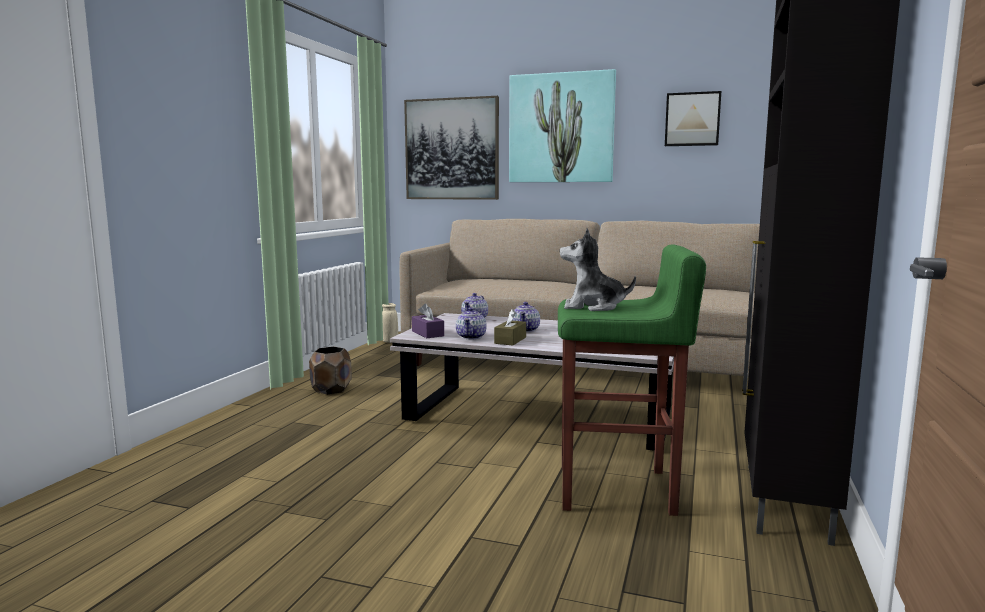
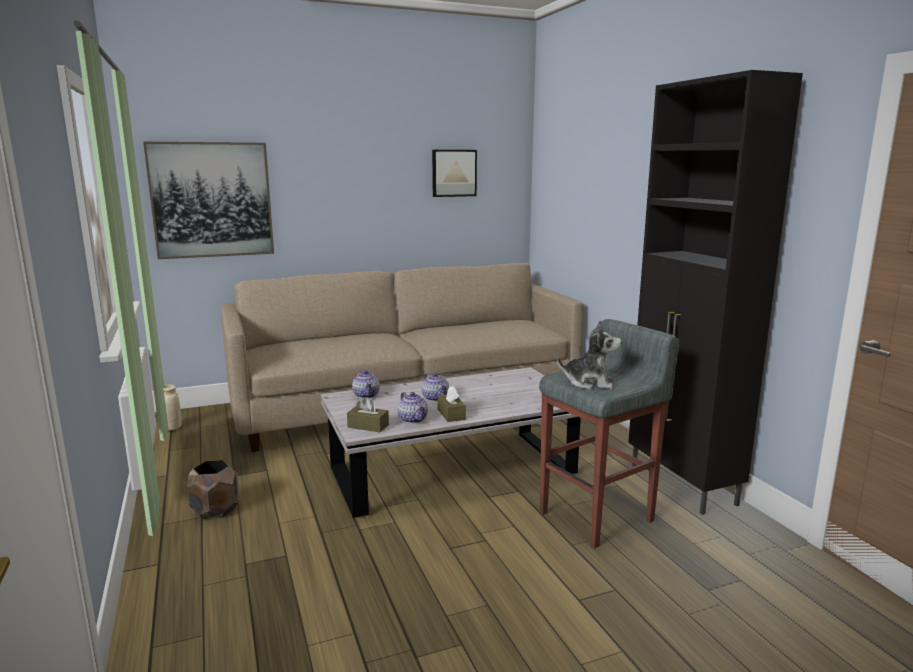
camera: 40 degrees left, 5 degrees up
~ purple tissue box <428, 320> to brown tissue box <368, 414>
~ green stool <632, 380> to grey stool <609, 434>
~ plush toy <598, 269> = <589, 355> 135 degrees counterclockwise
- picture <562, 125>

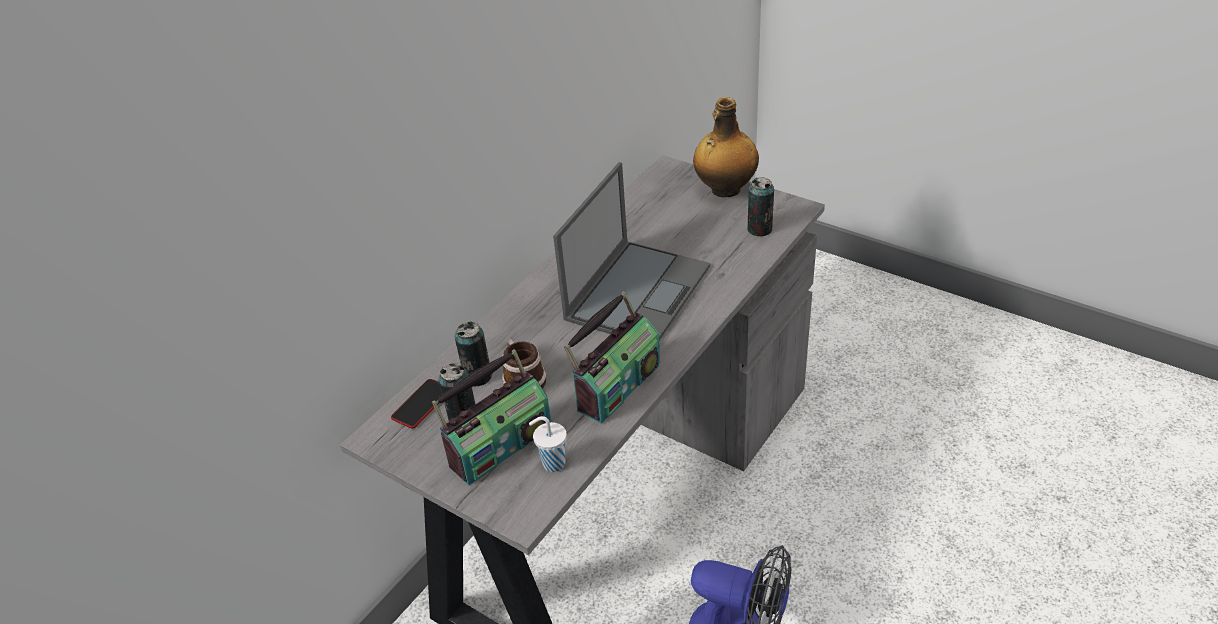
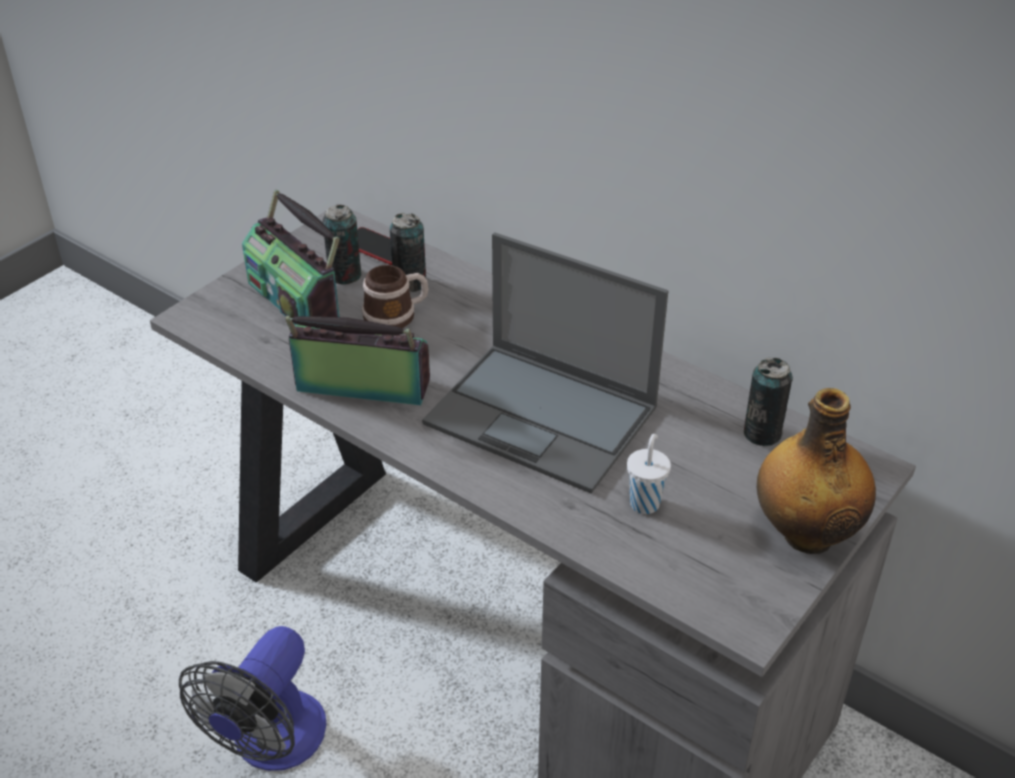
camera: 90 degrees right, 0 degrees up
~ radio <612, 357> = <358, 360> 150 degrees clockwise
~ white cup <548, 444> to <649, 474>
~ can <760, 206> to <768, 402>

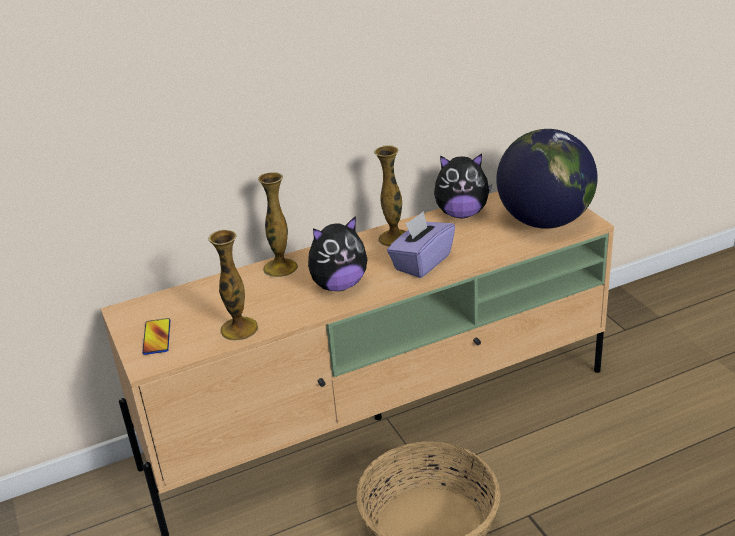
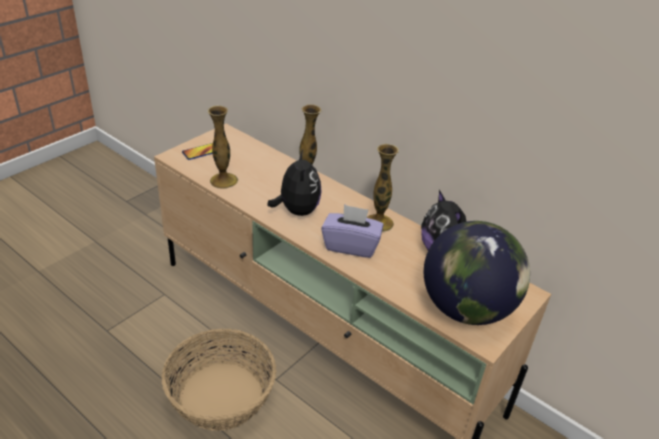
camera: 60 degrees right, 5 degrees up
~ plush toy <338, 253> = <294, 183> 135 degrees counterclockwise

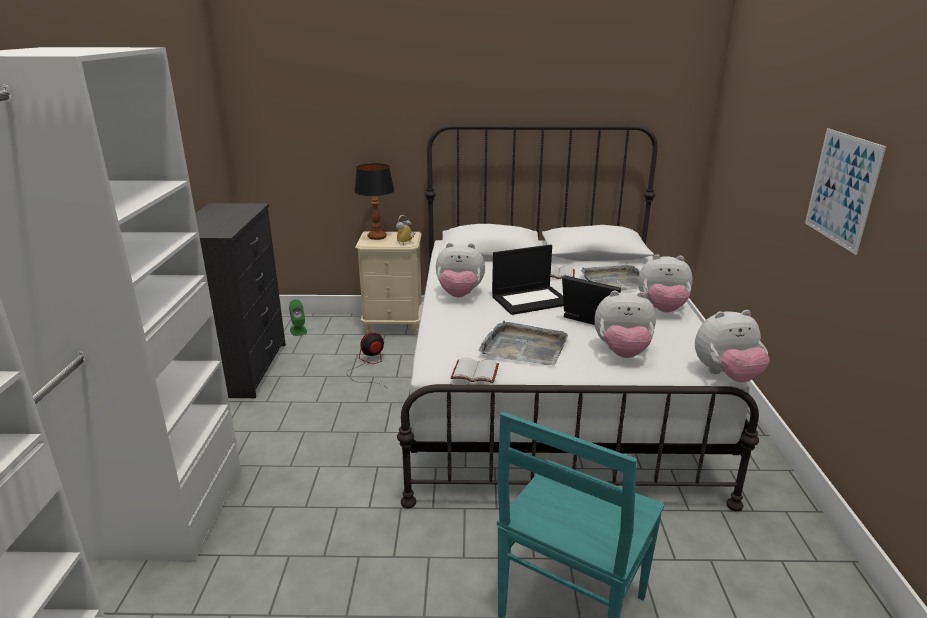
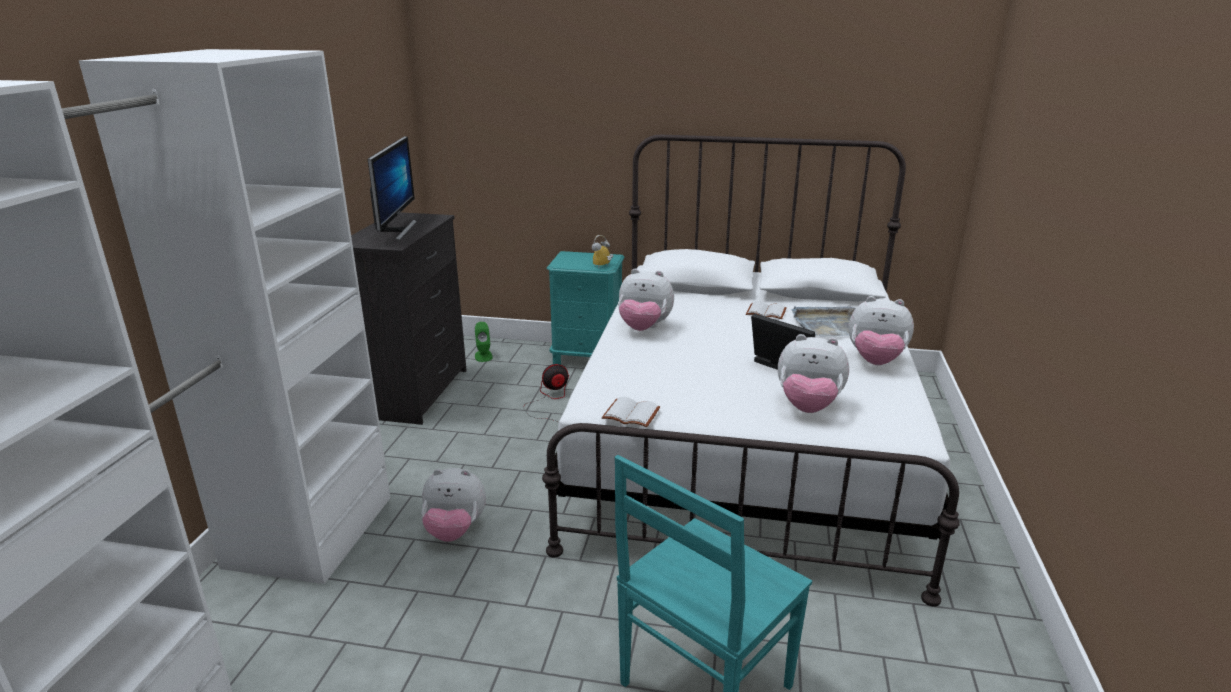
camera: 10 degrees right, 0 degrees up
+ monitor <392, 188>
~ plush toy <732, 346> to <453, 505>
~ beige nightstand <389, 283> to turquoise nightstand <586, 308>
- table lamp <374, 201>
- grey tray <523, 343>
- laptop <528, 280>
- picture <845, 191>

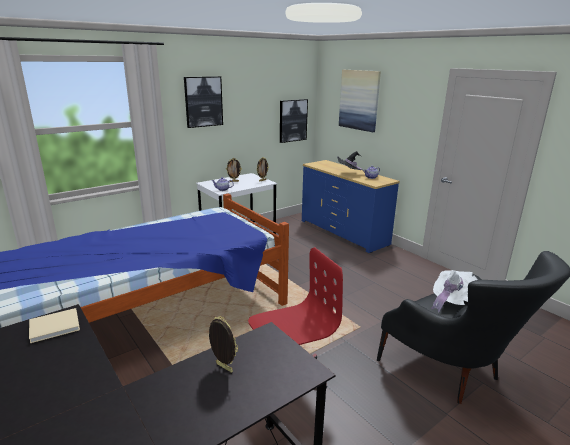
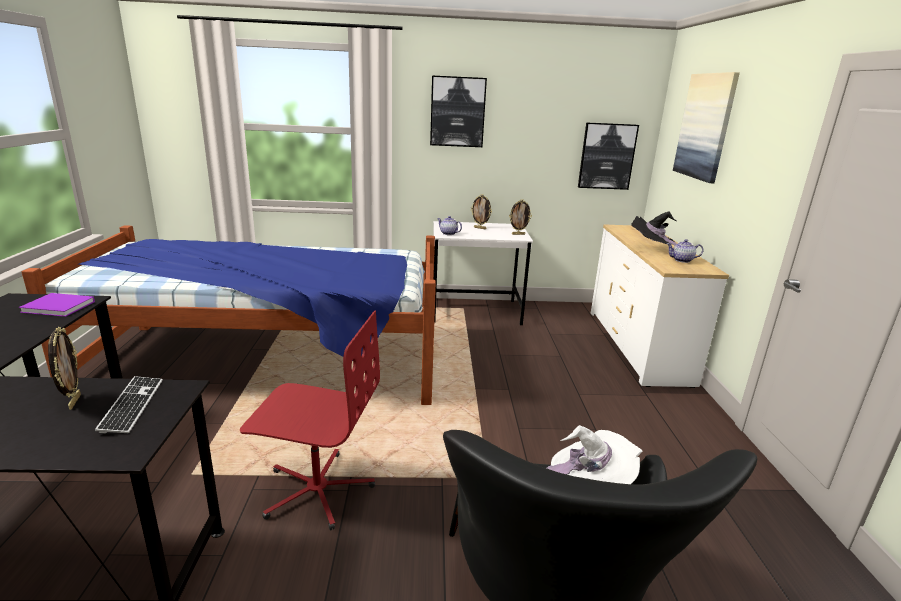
camera: 35 degrees right, 0 degrees up
~ beige book <54, 325> to purple book <57, 305>
+ keyboard <129, 405>
~ blue dresser <351, 206> to white dresser <660, 306>

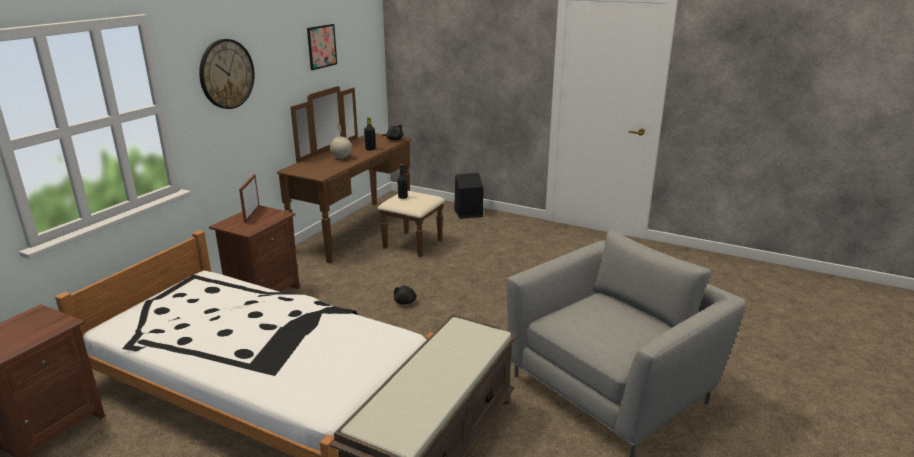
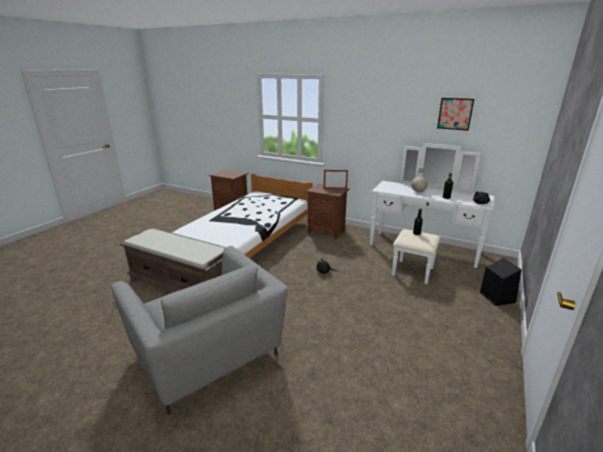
camera: 90 degrees right, 0 degrees up
~ brown dresser <361, 174> to white dresser <432, 213>
- wall clock <227, 74>

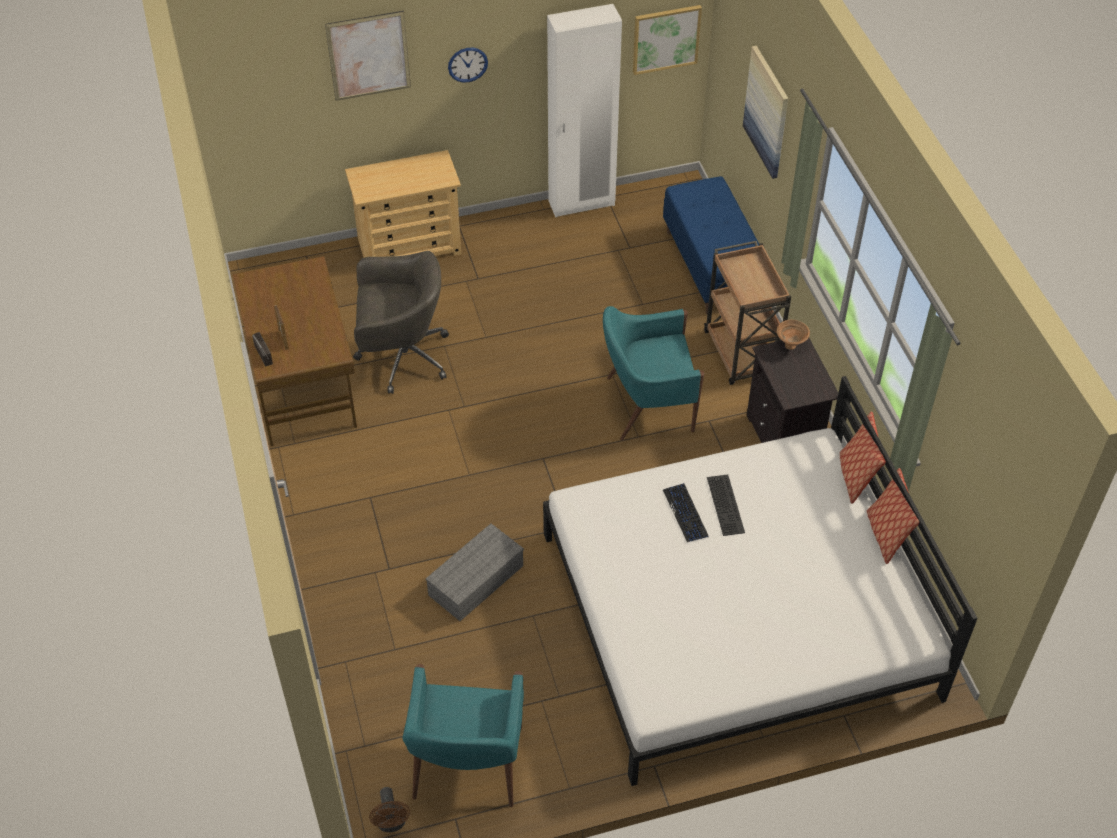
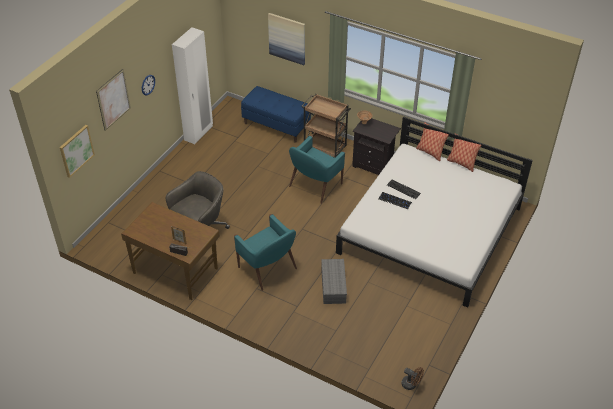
camera: 45 degrees left, 5 degrees down
~ picture <667, 40> to <77, 151>
~ turquoise armchair <463, 735> to <265, 252>
- beige dresser <403, 204>

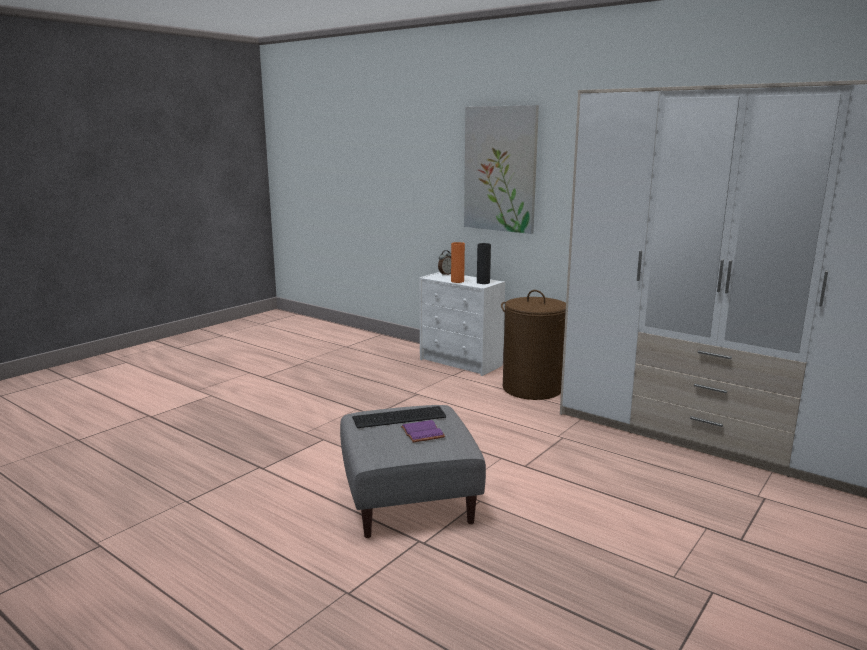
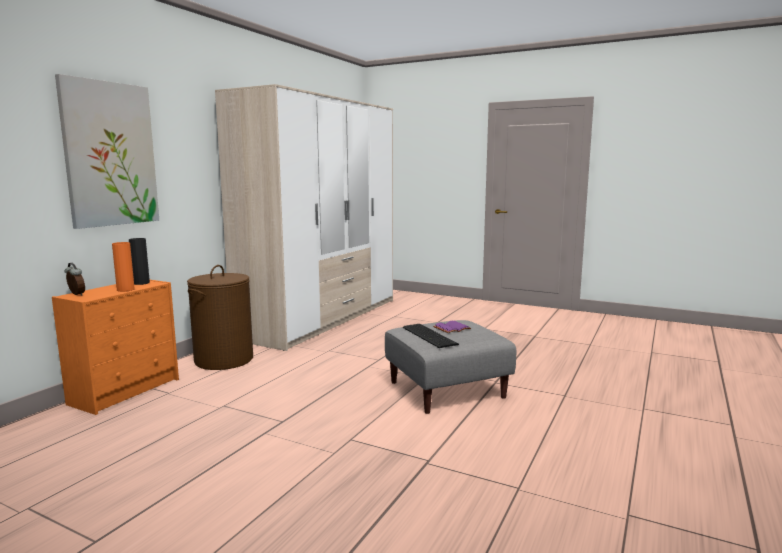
camera: 100 degrees left, 5 degrees down
~ white dresser <462, 324> to orange dresser <115, 347>

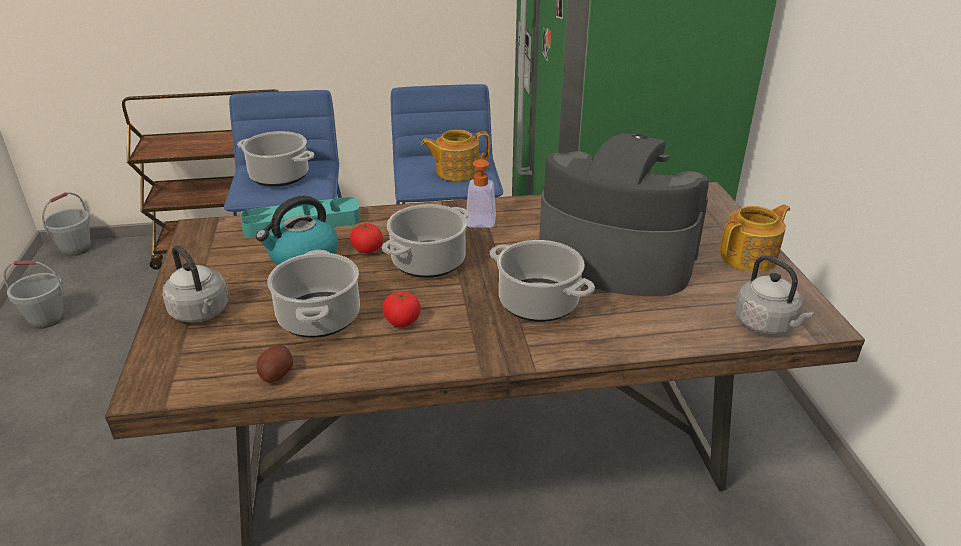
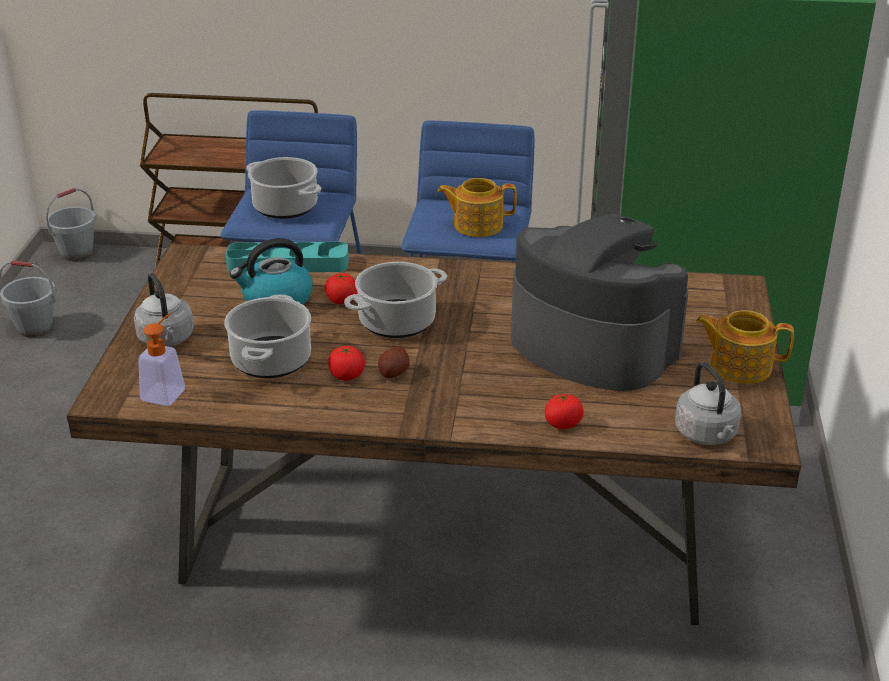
camera: 15 degrees right, 0 degrees up
~ soap dispenser <481, 190> to <161, 359>
~ potato <275, 364> to <394, 362>
+ tomato <564, 410>
~ teapot <755, 238> = <745, 347> 150 degrees counterclockwise
- cooking pot <542, 281>

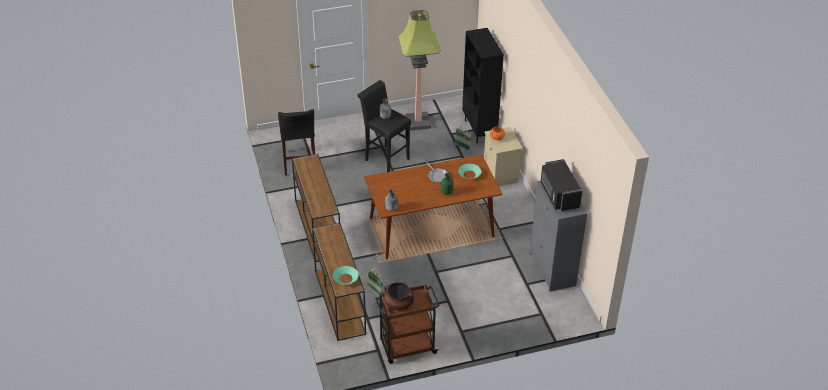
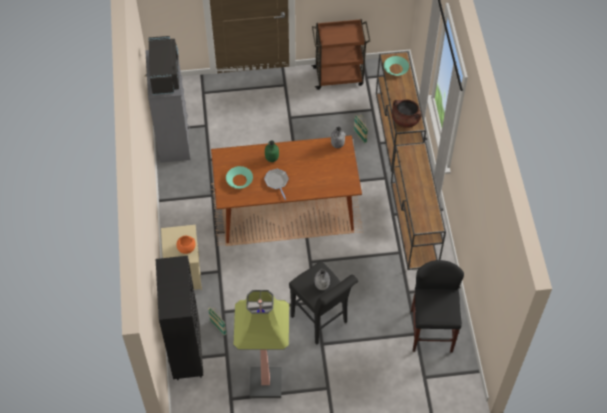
camera: 170 degrees left, 15 degrees up
~ brown cooking pot <399, 296> to <406, 113>

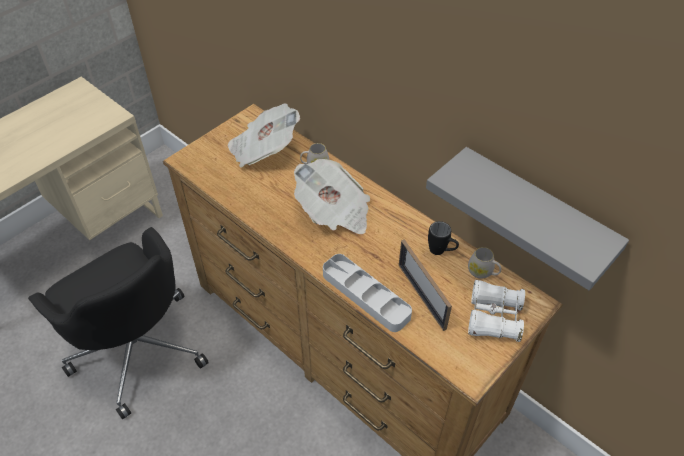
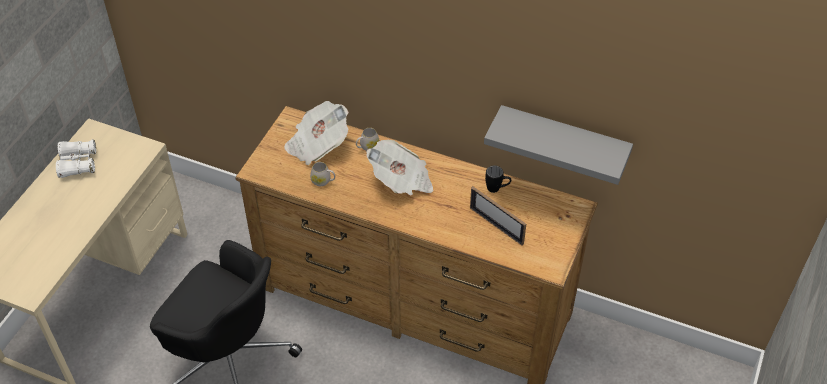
camera: 20 degrees left, 0 degrees up
~ white binoculars <496, 311> to <76, 158>
~ white mug <485, 263> to <322, 174>
- grey tray <367, 293>

